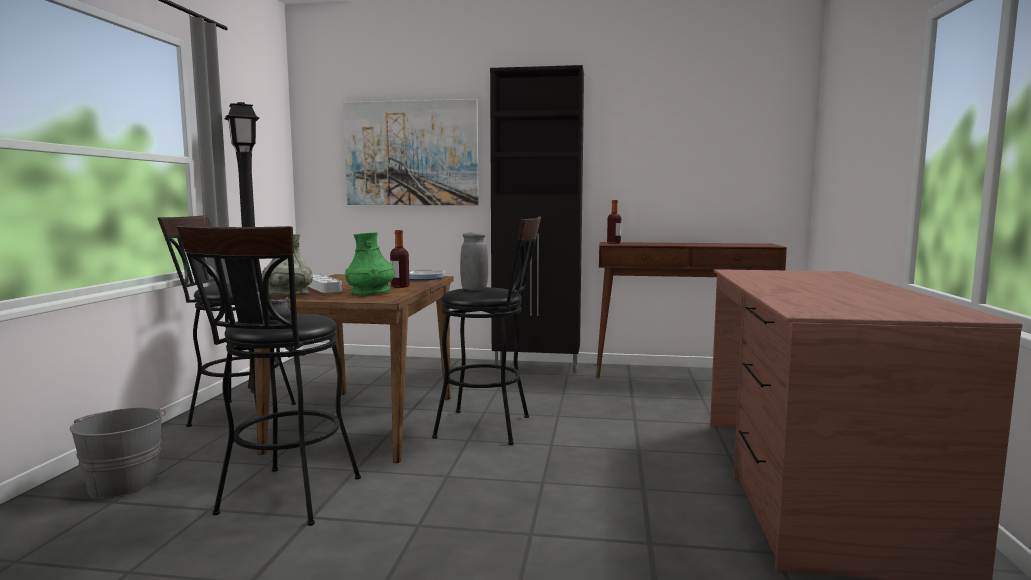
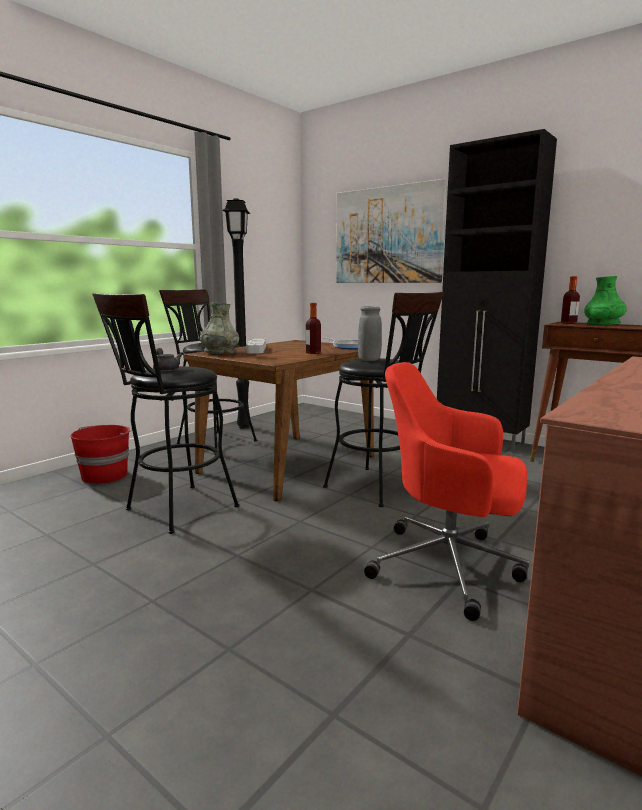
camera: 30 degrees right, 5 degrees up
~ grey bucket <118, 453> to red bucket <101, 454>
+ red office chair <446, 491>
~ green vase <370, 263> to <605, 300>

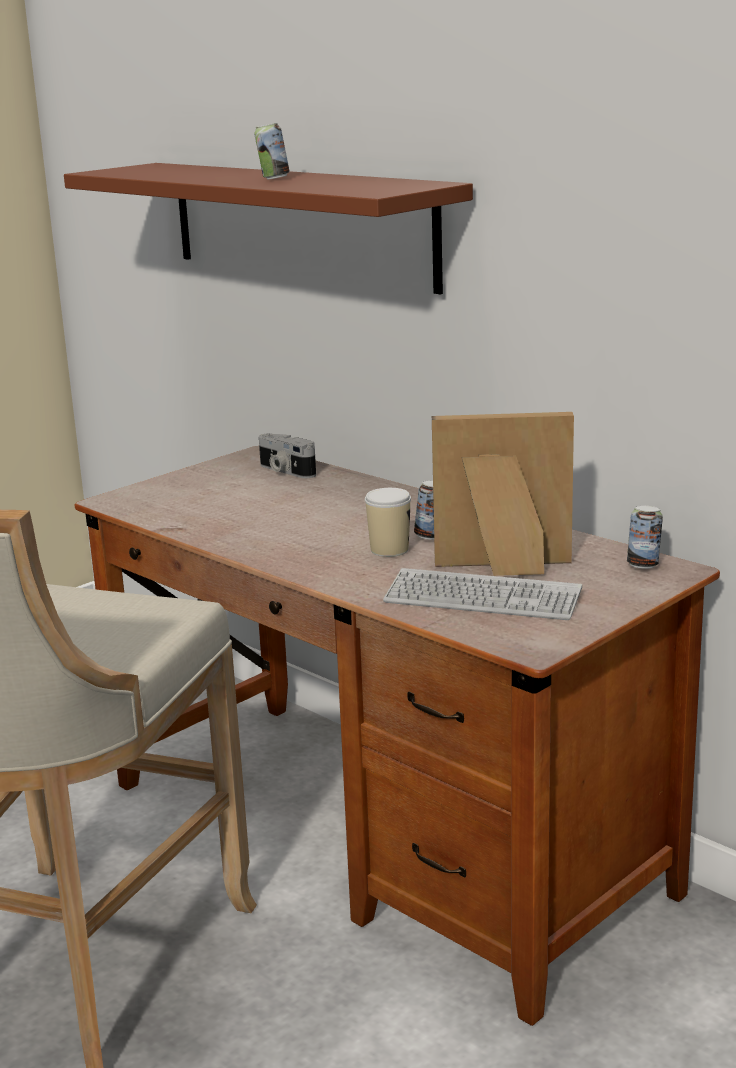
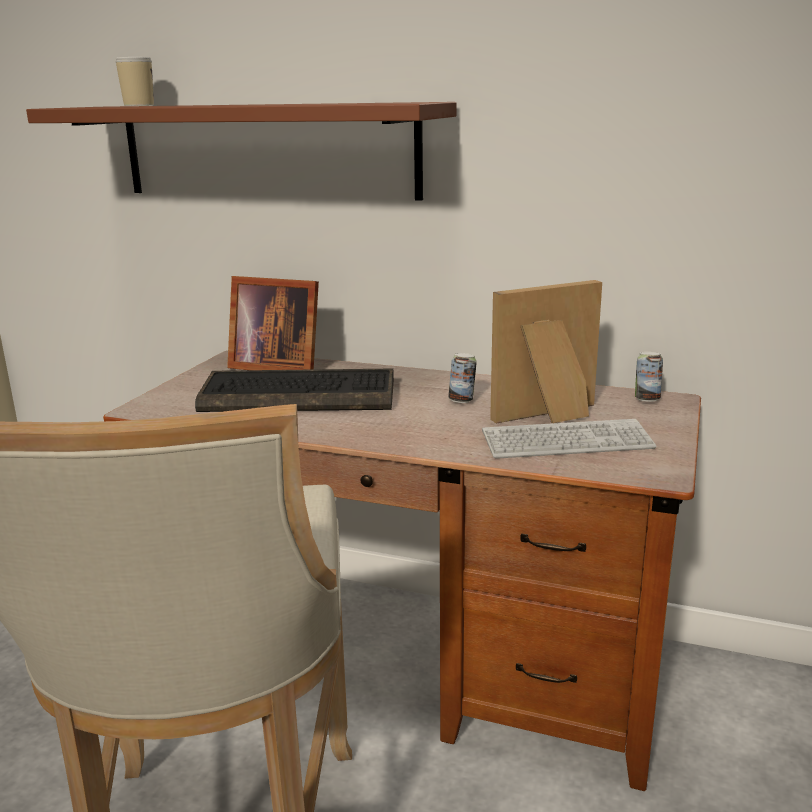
camera: 25 degrees left, 0 degrees up
~ cup <388, 522> to <134, 81>
+ keyboard <294, 390>
~ photo camera <287, 455> to picture frame <273, 323>
- can <272, 151>

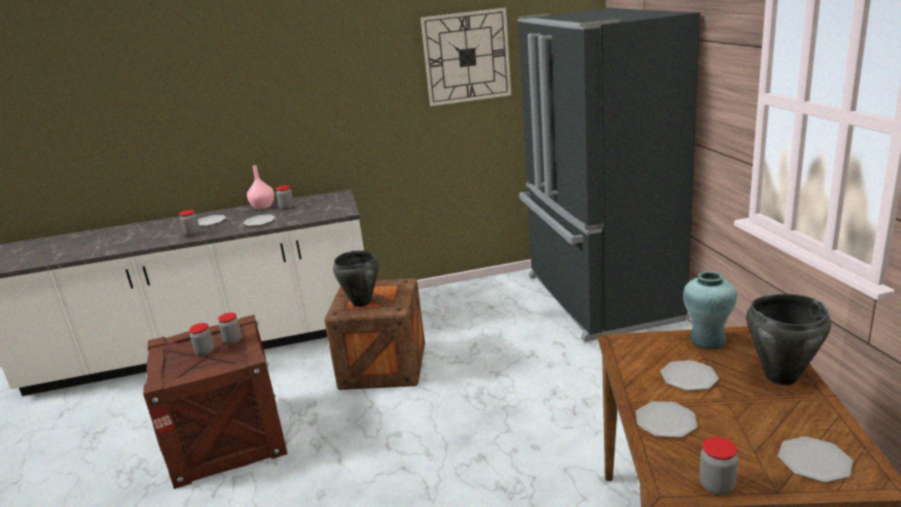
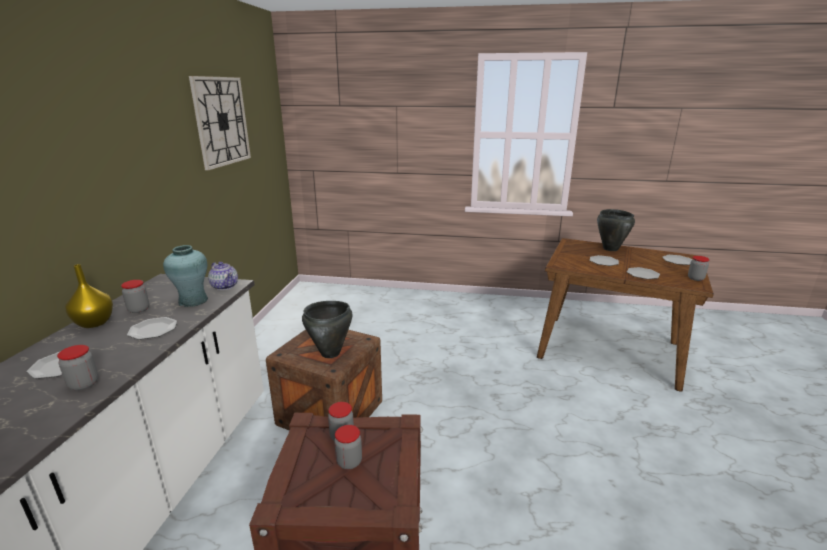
camera: 70 degrees left, 0 degrees up
~ pink vase <260, 187> to yellow vase <89, 296>
~ turquoise vase <710, 310> to <185, 276>
+ teapot <223, 276>
- black fridge <608, 175>

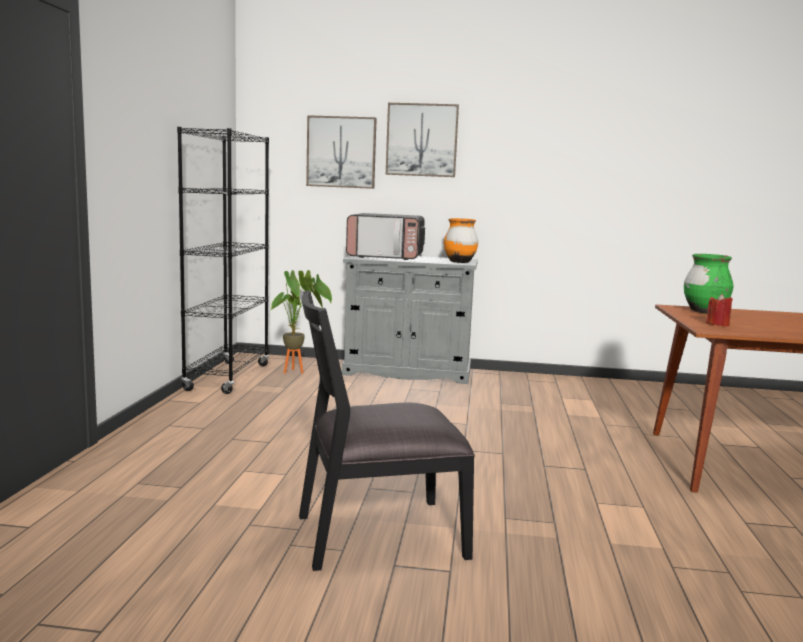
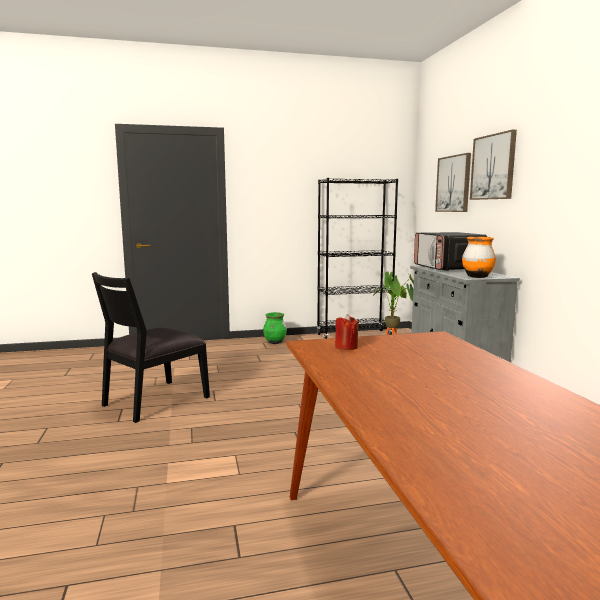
camera: 70 degrees right, 0 degrees up
~ black chair <387, 430> = <151, 347> 105 degrees counterclockwise
~ green vase <709, 283> to <275, 328>

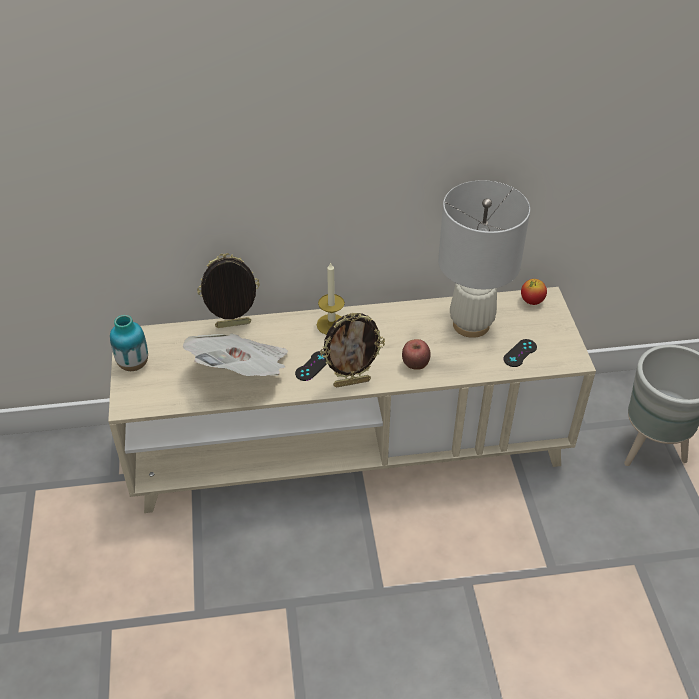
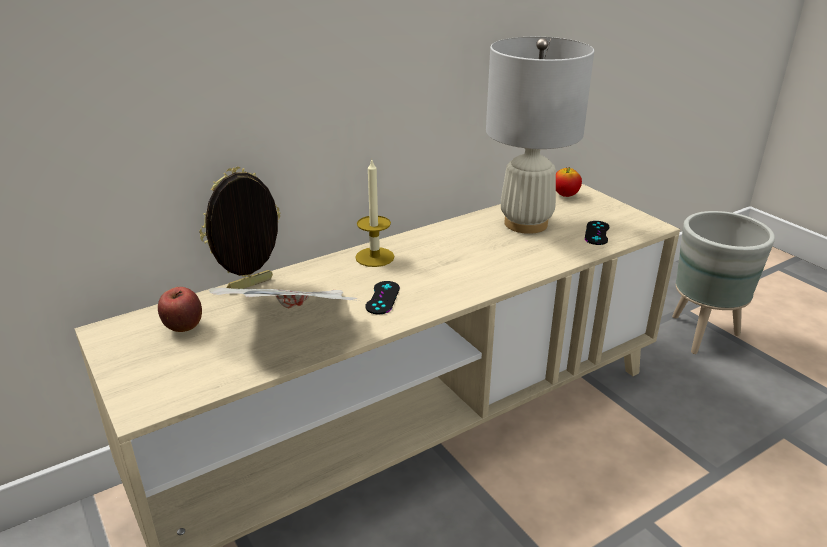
camera: 25 degrees left, 15 degrees down
~ apple <416, 354> to <180, 309>
- vase <129, 343>
- picture frame <352, 349>

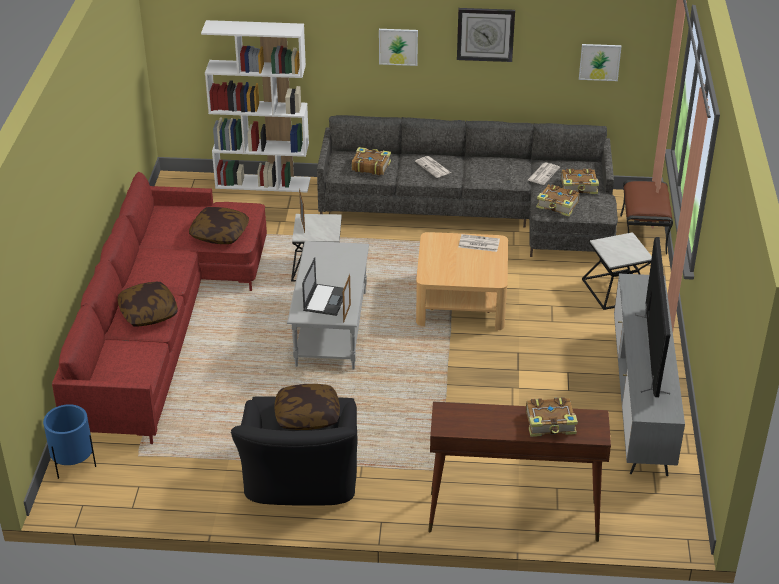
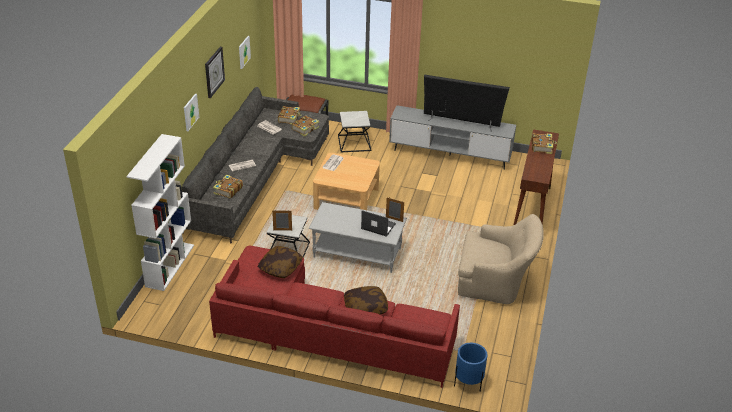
camera: 80 degrees left, 0 degrees up
~ black armchair <294, 451> to beige armchair <501, 259>
- pillow <307, 407>

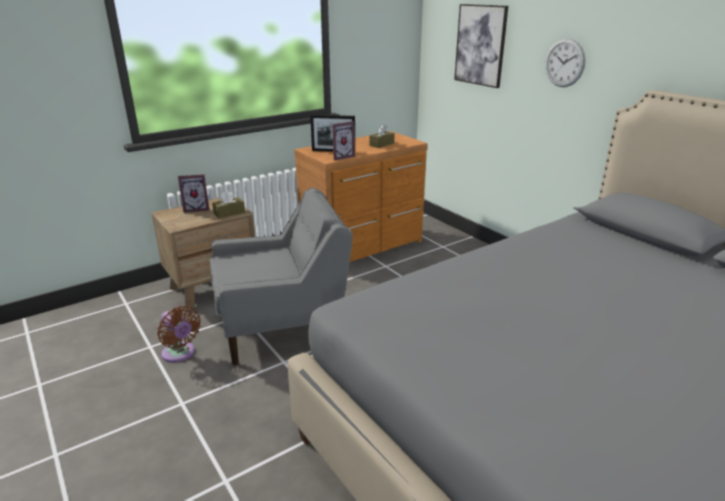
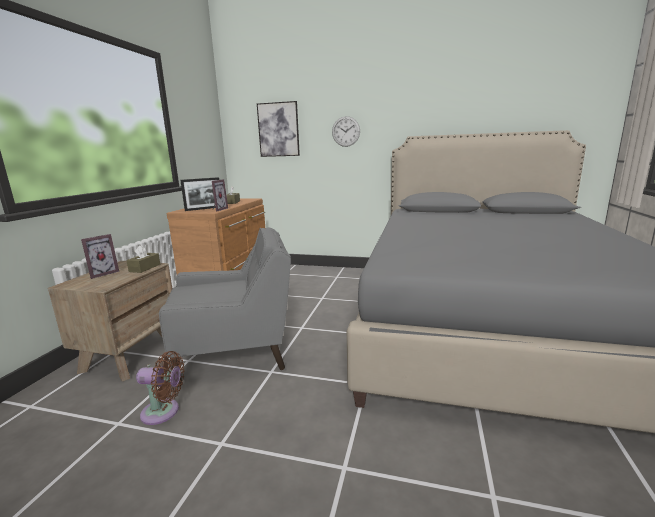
camera: 40 degrees left, 10 degrees down
~ grey armchair <281, 276> = <225, 307> 45 degrees clockwise

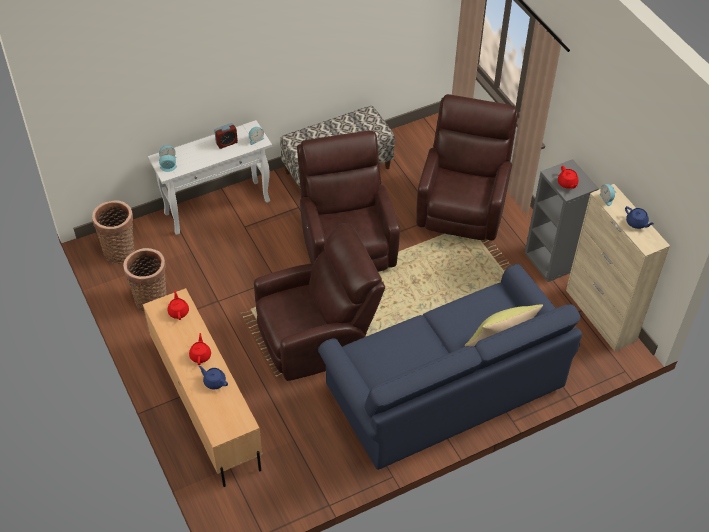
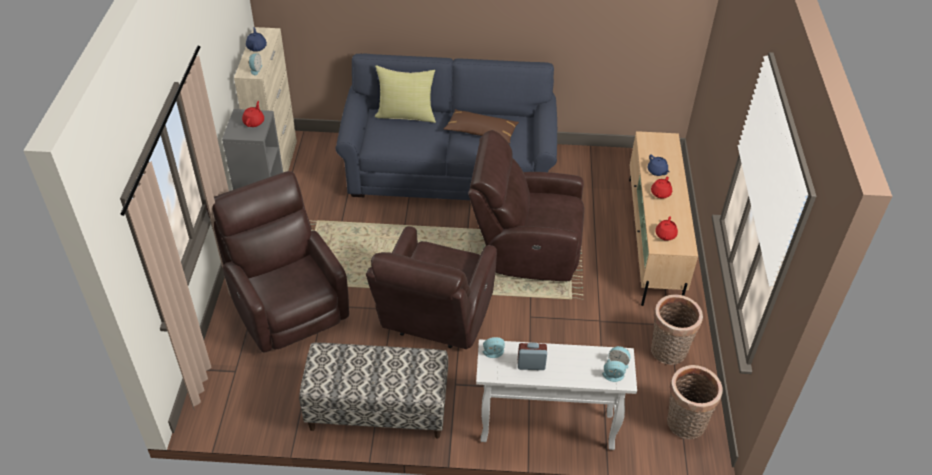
camera: 150 degrees left, 5 degrees down
~ brown armchair <467, 167> = <277, 262> 105 degrees clockwise
+ brown pillow <481, 126>

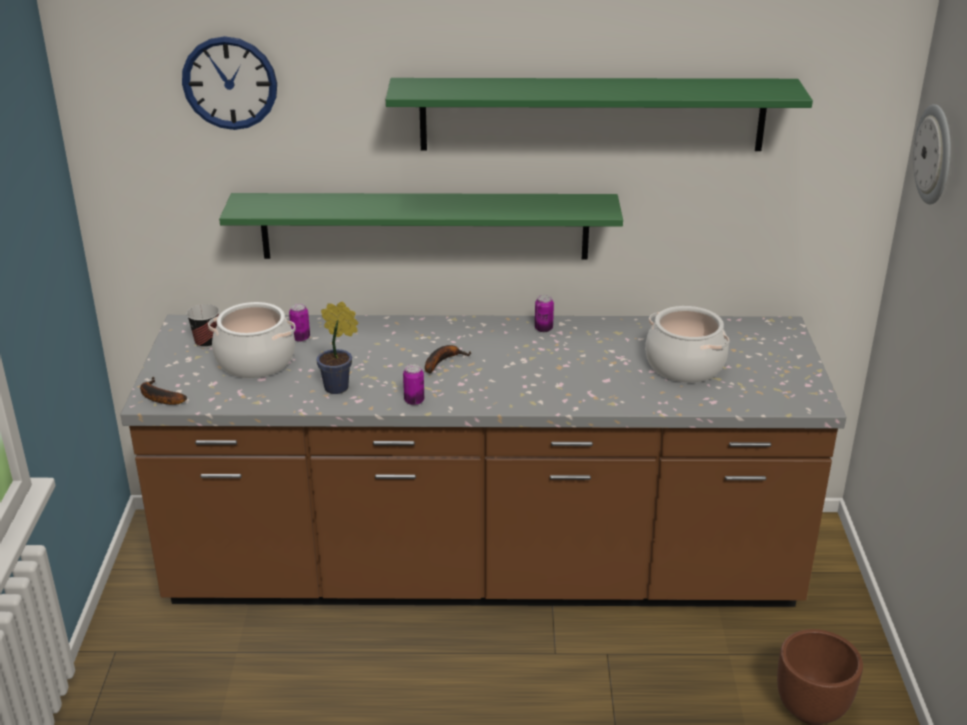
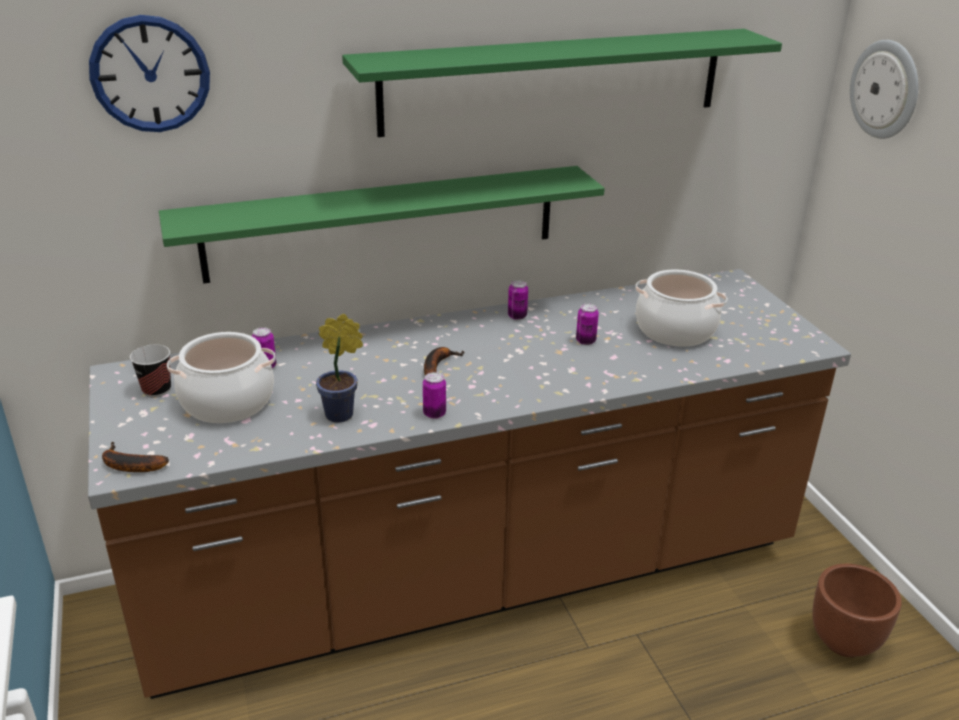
camera: 20 degrees left, 0 degrees up
+ can <587, 324>

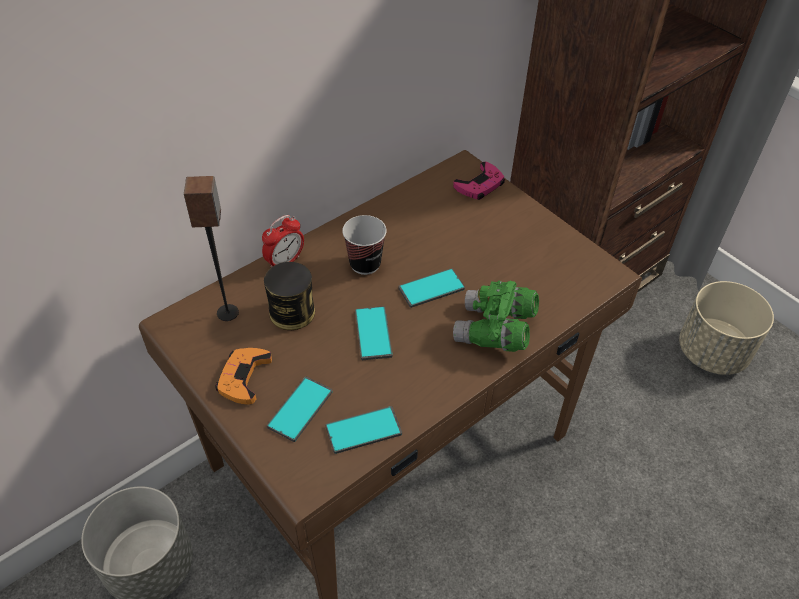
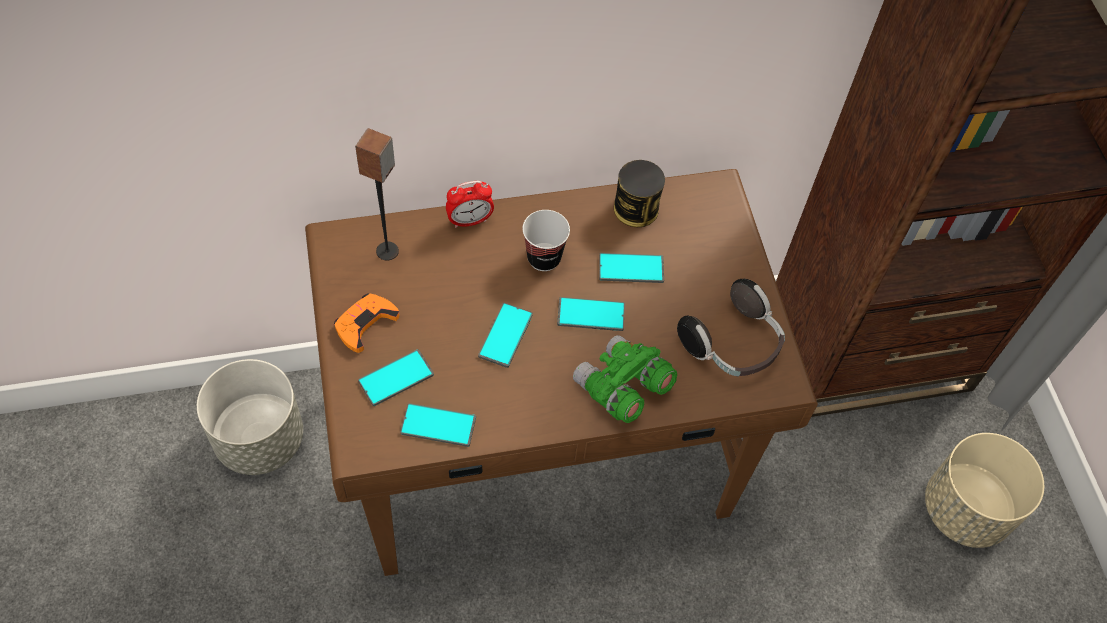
camera: 25 degrees right, 10 degrees up
+ phone <631, 268>
~ can <289, 296> to <639, 193>
+ headphones <731, 328>
- pink game controller <479, 181>

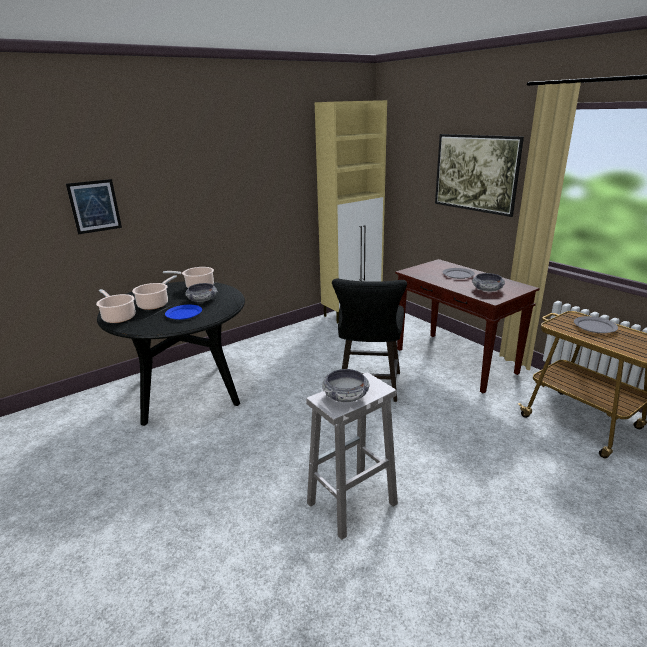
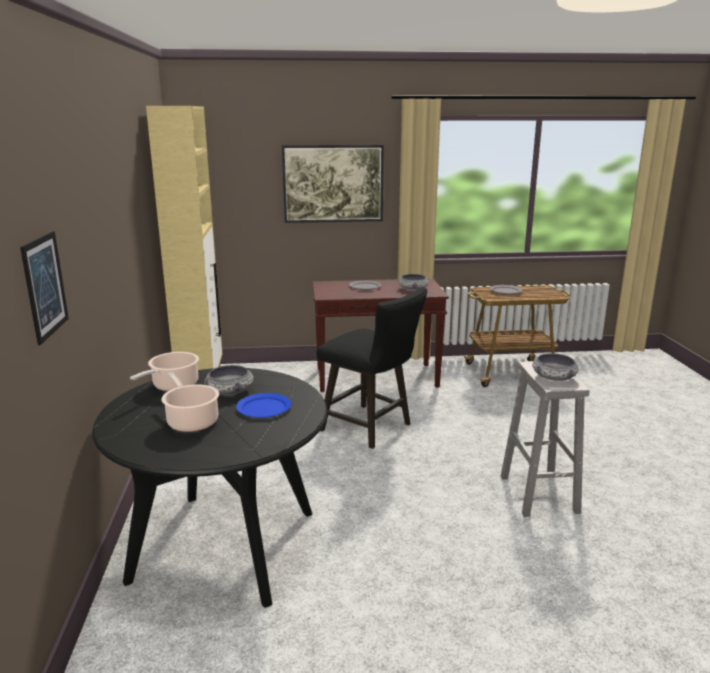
camera: 60 degrees left, 5 degrees down
- cooking pot <116, 306>

